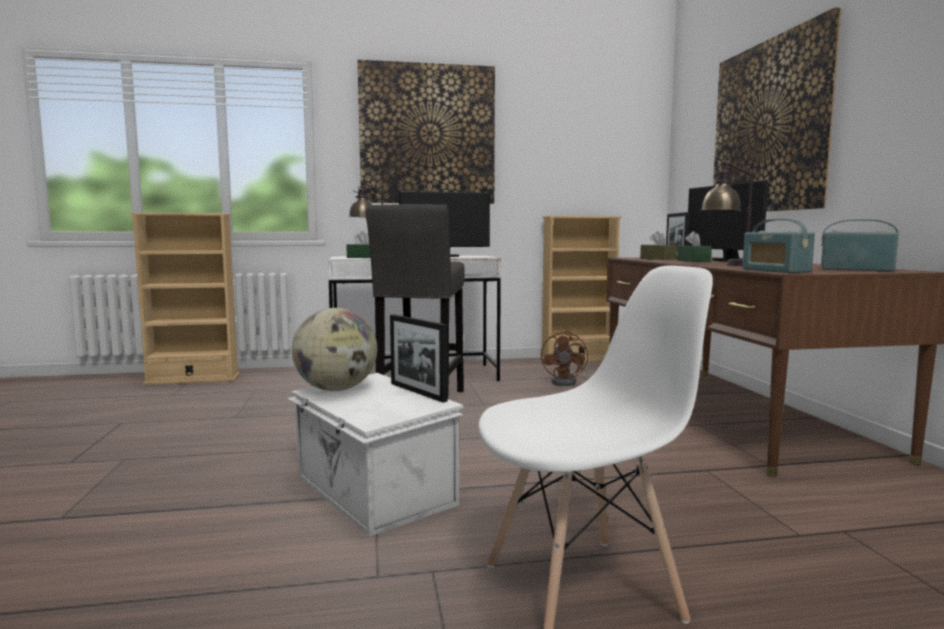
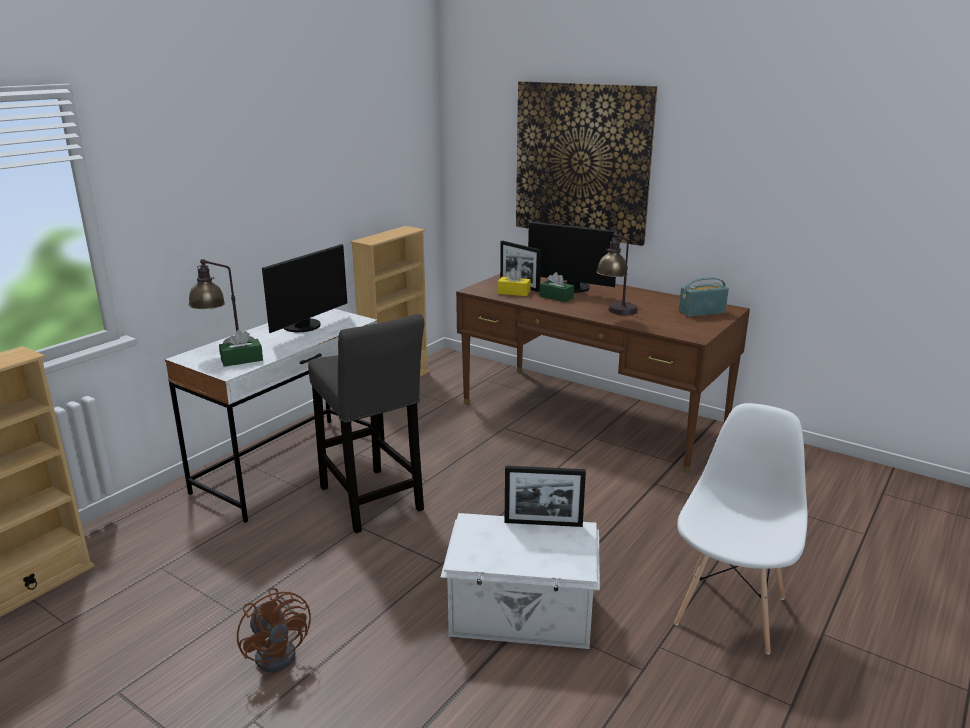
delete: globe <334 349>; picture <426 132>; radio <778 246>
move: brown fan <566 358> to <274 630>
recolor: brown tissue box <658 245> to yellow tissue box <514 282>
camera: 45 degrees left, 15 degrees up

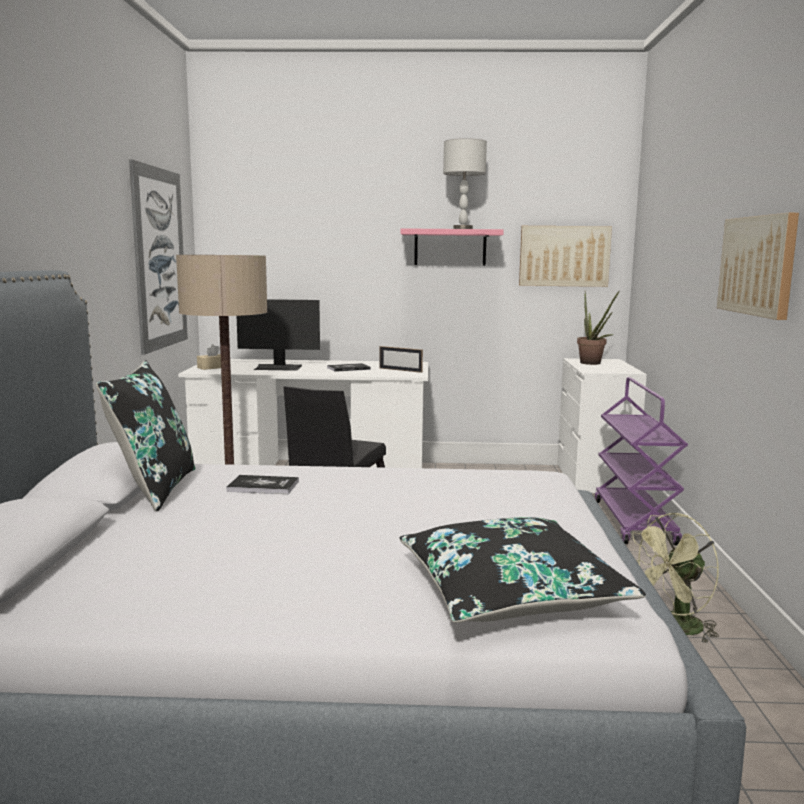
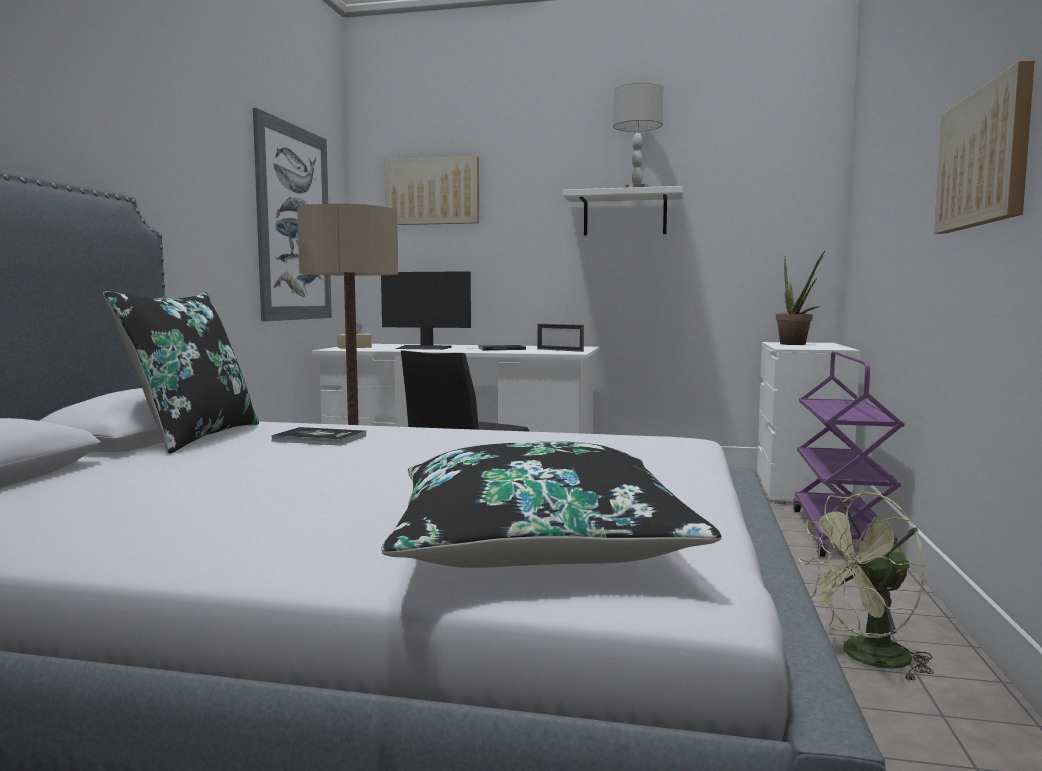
move: picture <565 256> to <432 190>
recolor: pink shelf <452 247> to white shelf <623 211>
camera: 10 degrees right, 5 degrees down

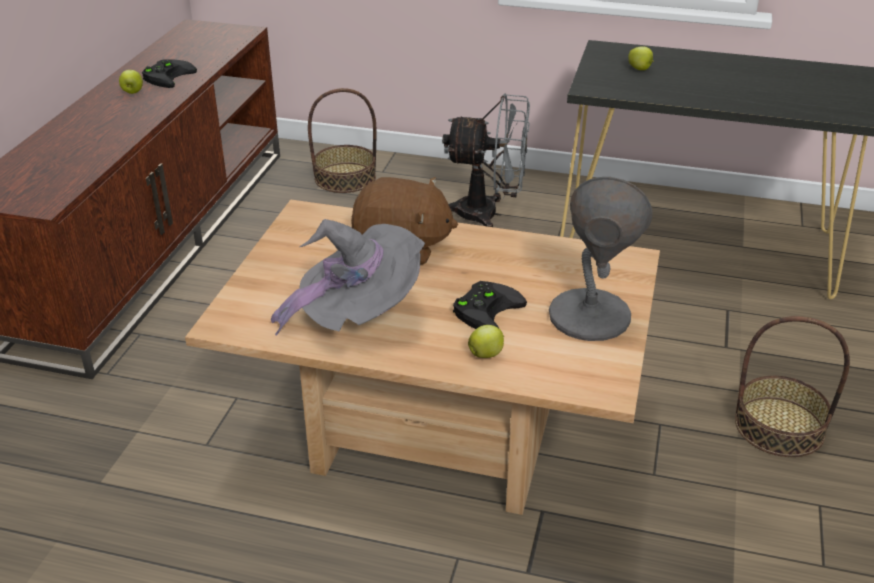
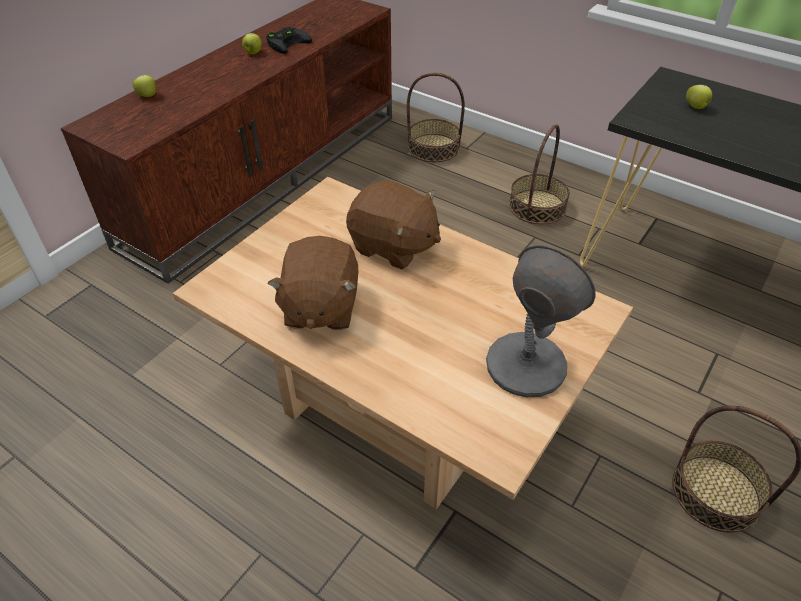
delete: black game controller <490 305>
move: apple <486 341> to <145 86>
replace: grey hat <348 277> to brown plush toy <312 283>; grey fan <486 160> to basket <539 174>
camera: 20 degrees right, 10 degrees up

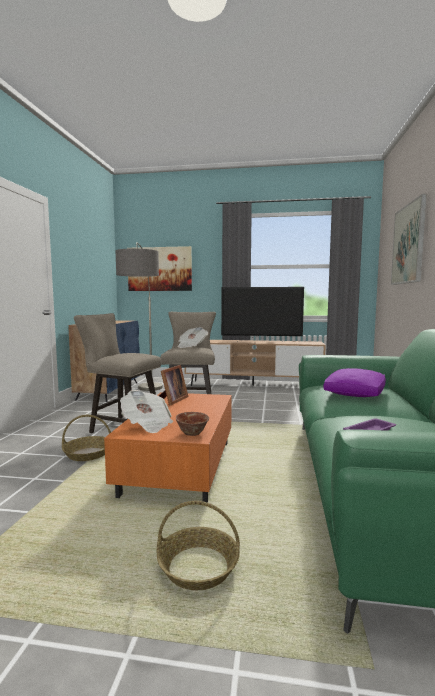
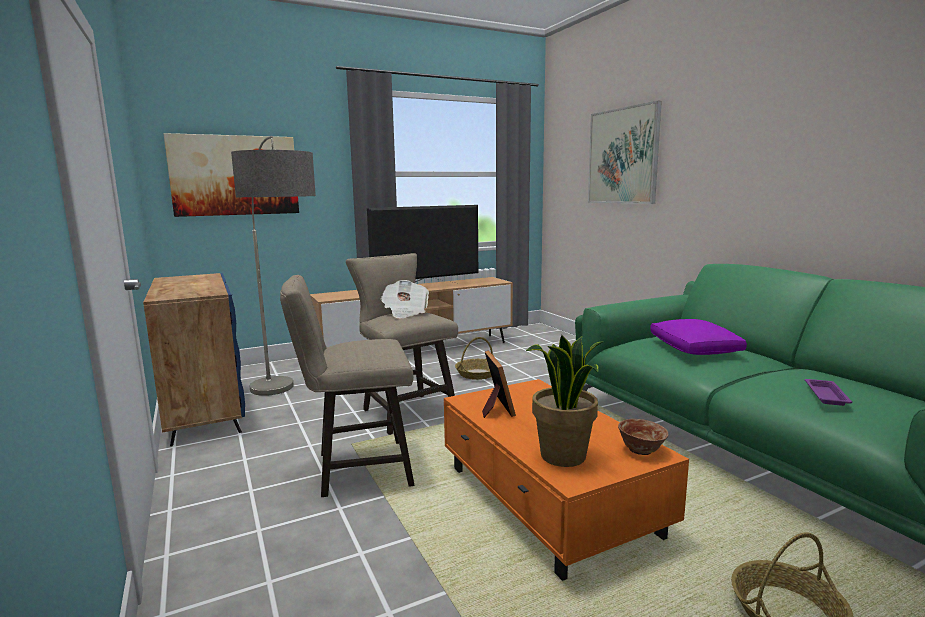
move: basket <86 438> to <474 358>
replace: newspaper <146 411> to potted plant <565 401>
camera: 35 degrees left, 5 degrees up

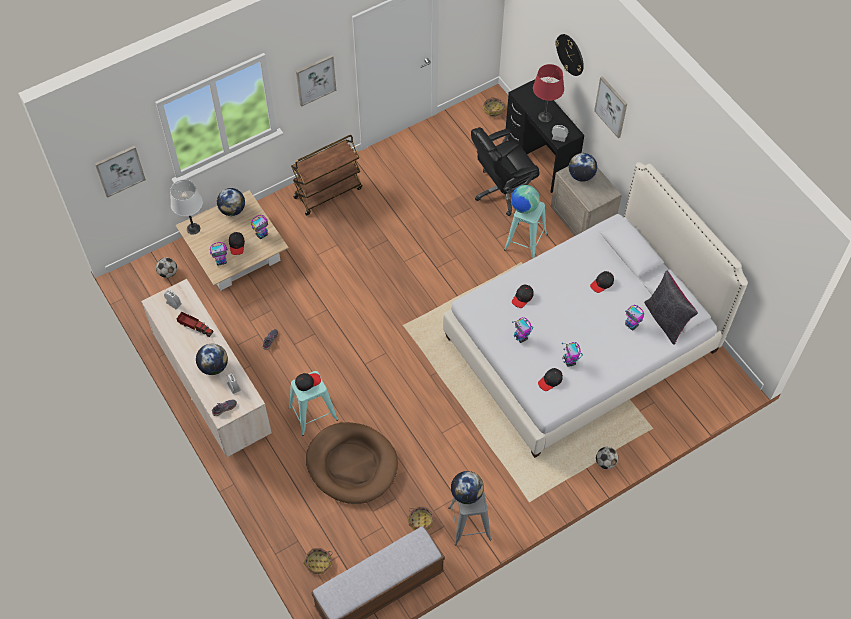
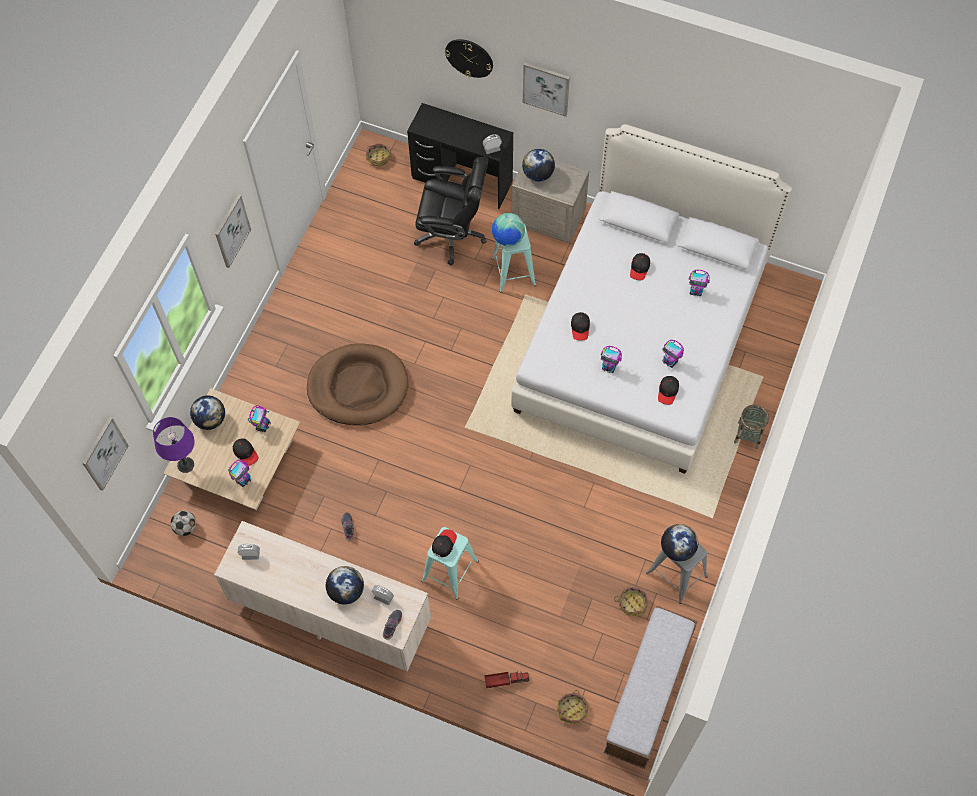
delete: brown cart <326 175>; red table lamp <548 93>; black pillow <671 308>
move: toy truck <195 324> to <507 679>; brown dog bed <352 463> to <357 384>
replace: football <607 458> to basket <751 427>
recolor: white table lamp <186 207> to purple table lamp <174 445>
rotate: black office chair <505 171> = <451 211> 105 degrees counterclockwise
camera: 35 degrees left, 5 degrees up

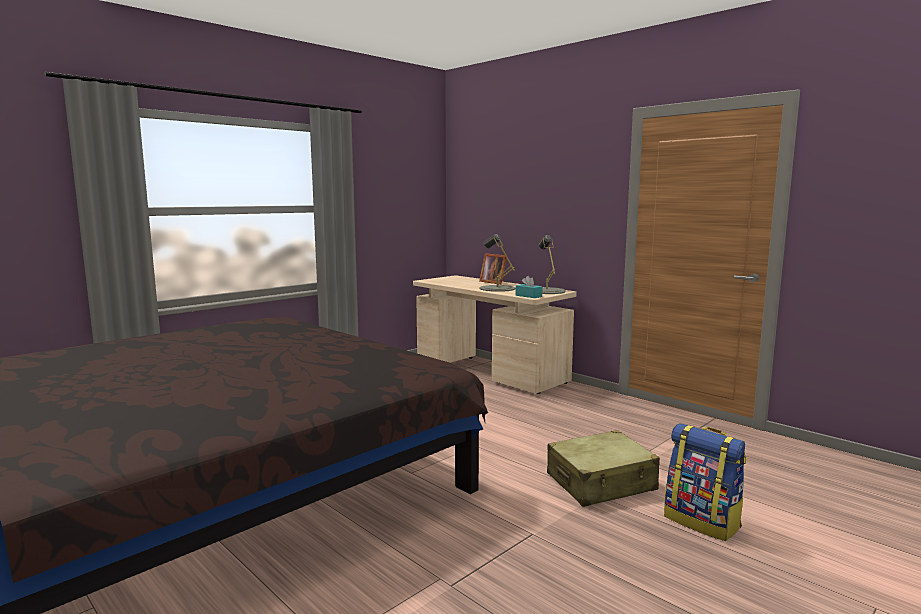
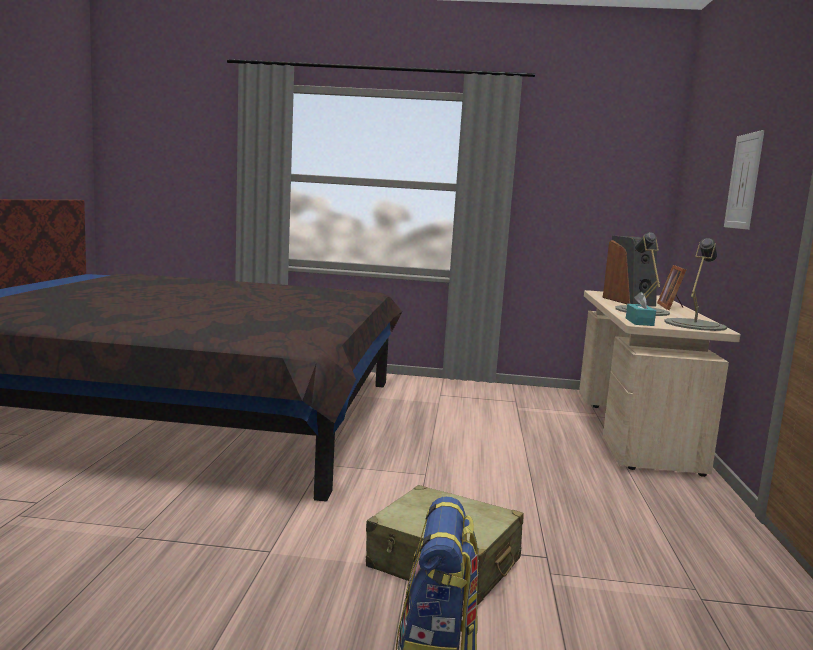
insert: speaker <629 271>; picture <744 180>
camera: 50 degrees right, 0 degrees up

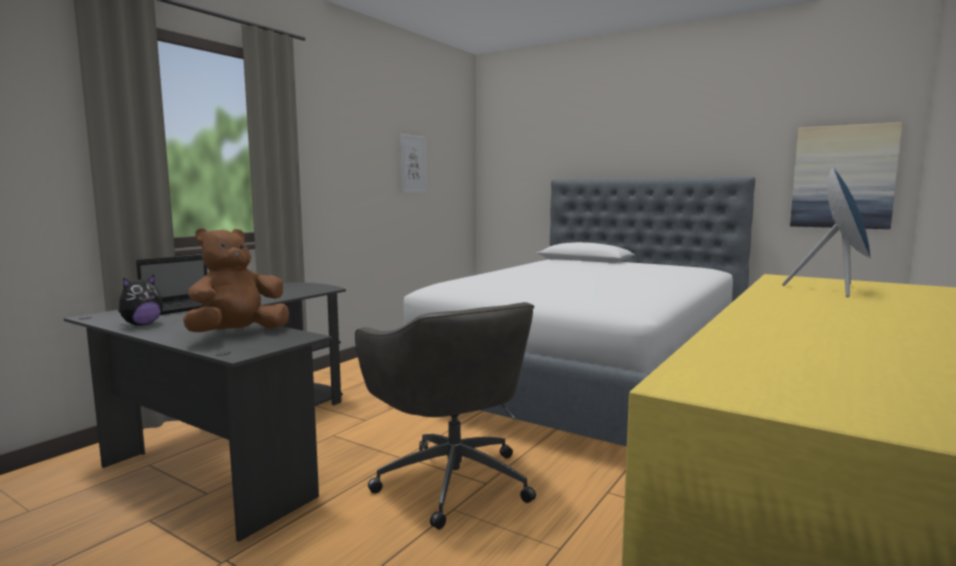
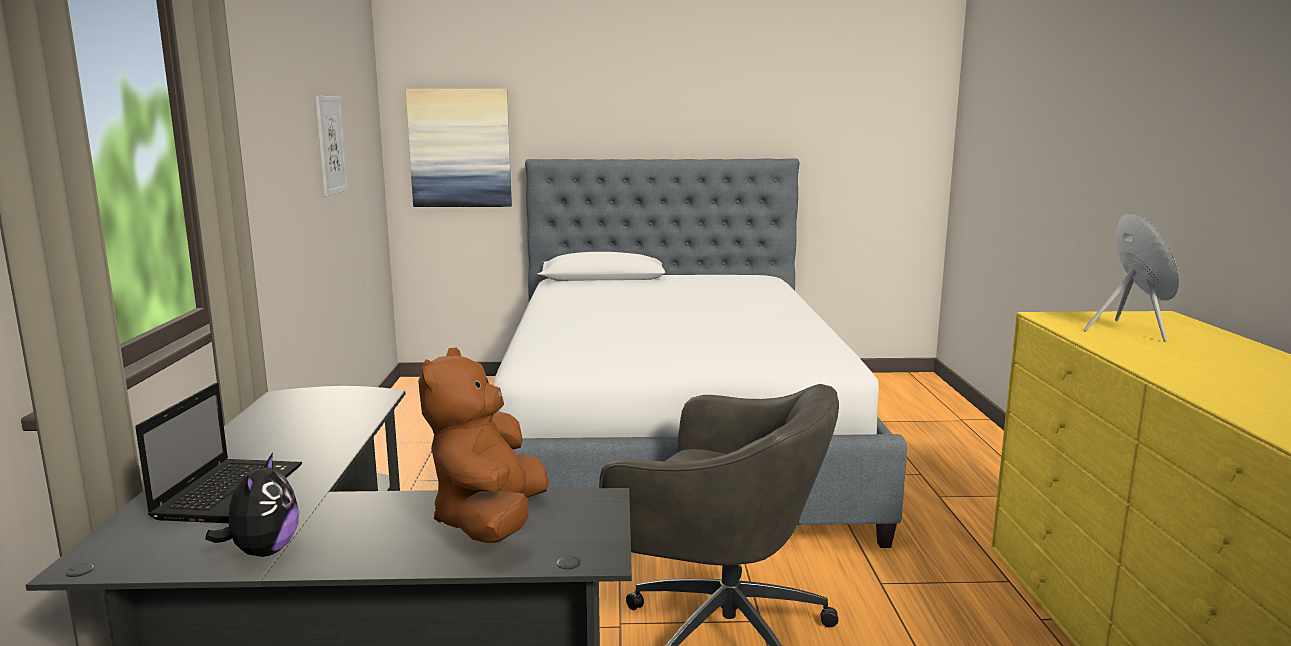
move: picture <846 175> to <459 148>
camera: 35 degrees left, 5 degrees up

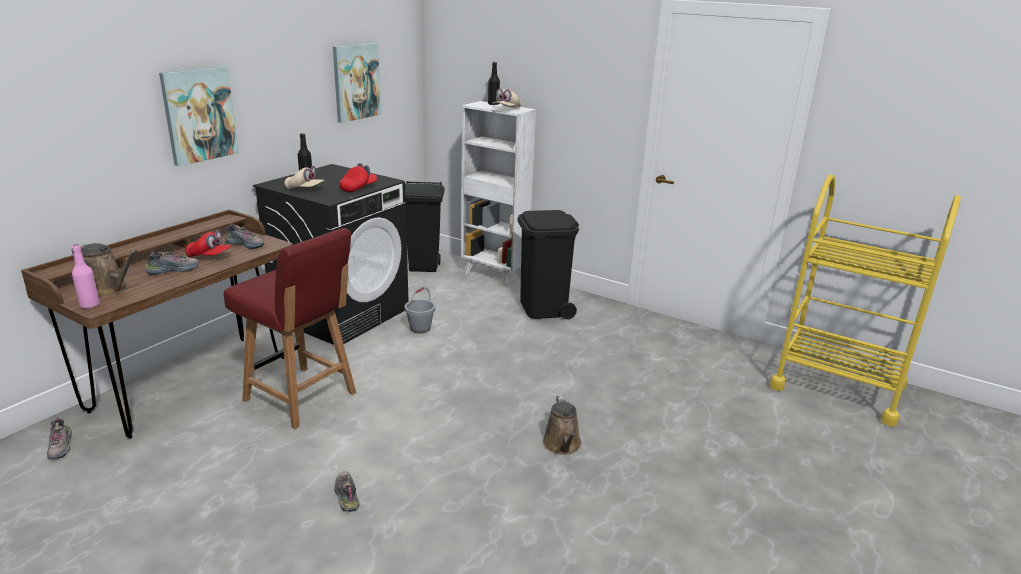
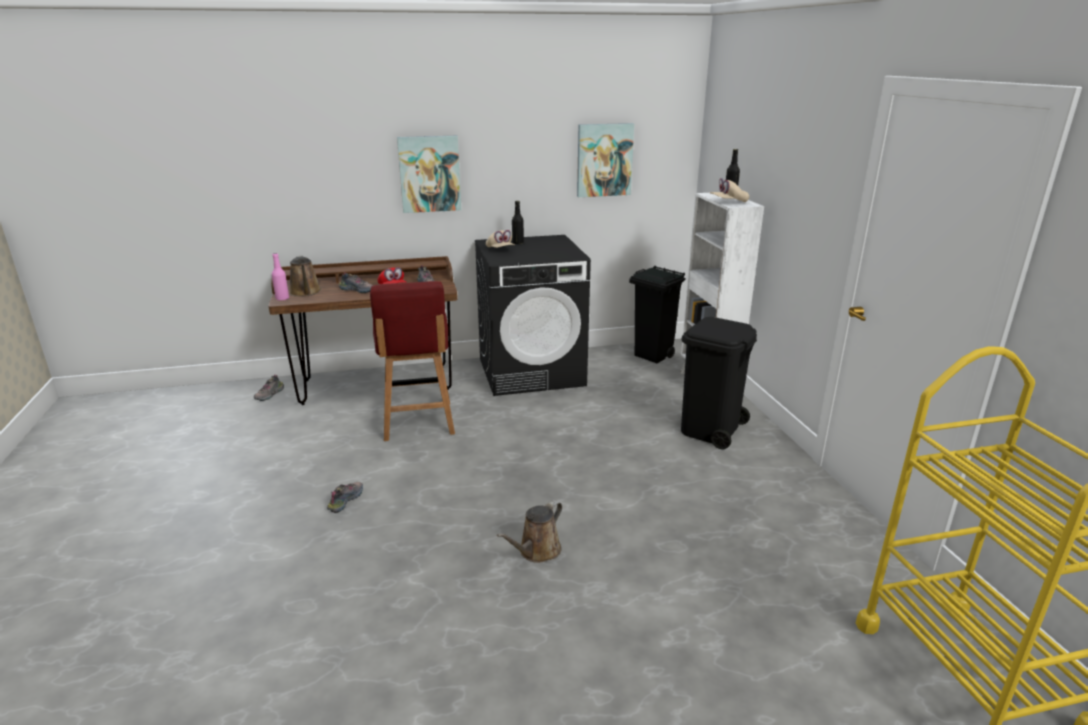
delete: red cap <358 177>; grey bucket <420 310>
camera: 45 degrees right, 0 degrees up

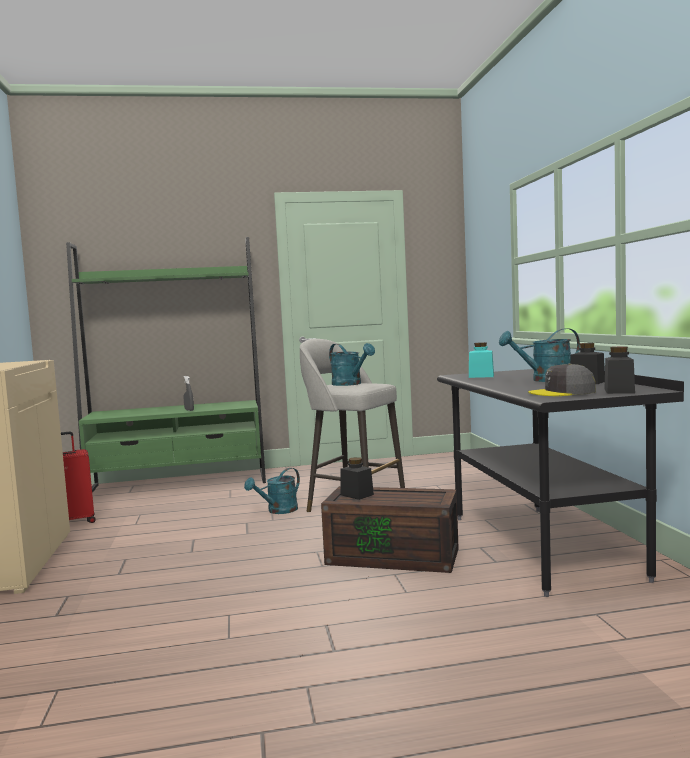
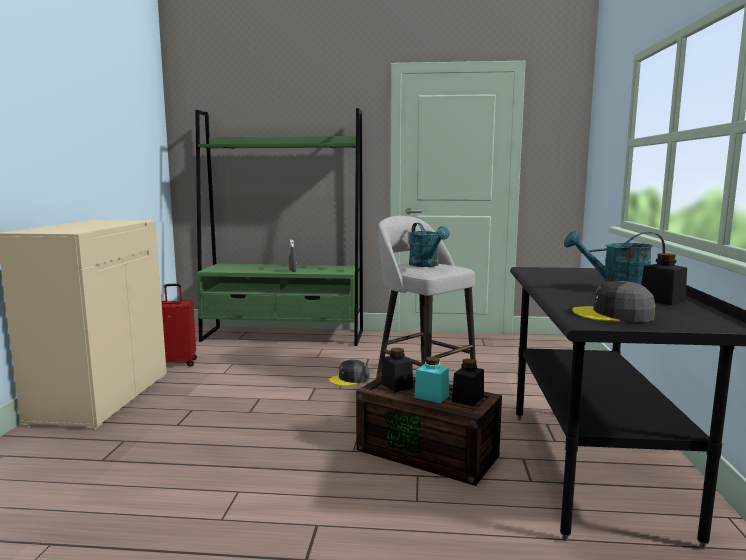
move: turquoise jar <481 360> to <431 379>; black jar <619 370> to <468 383>
replace: turquoise watering can <272 491> to grey cap <349 372>
camera: 15 degrees right, 5 degrees up

